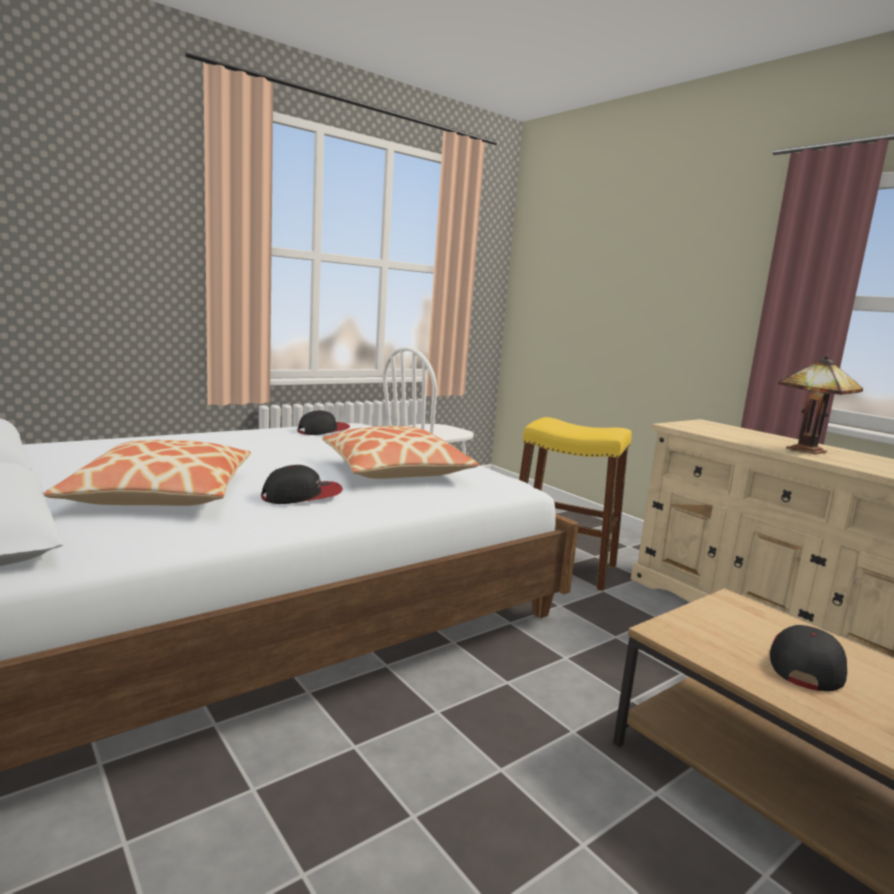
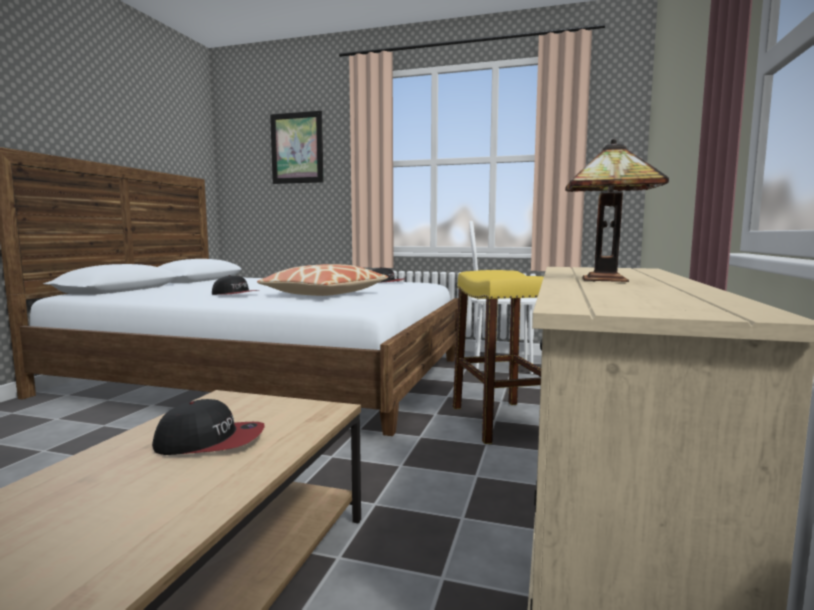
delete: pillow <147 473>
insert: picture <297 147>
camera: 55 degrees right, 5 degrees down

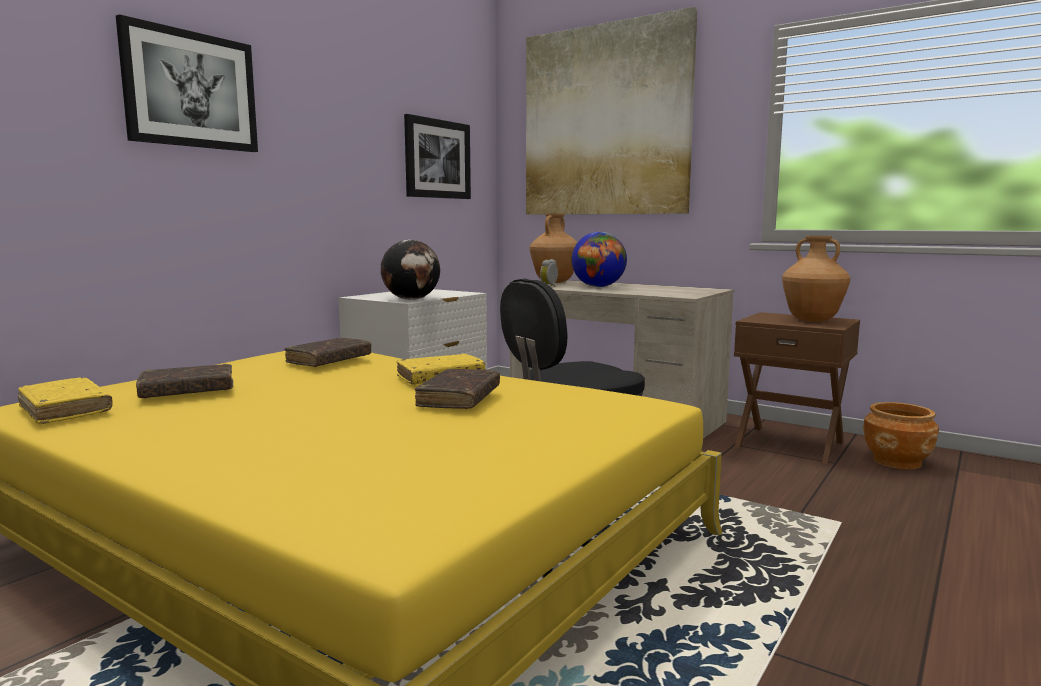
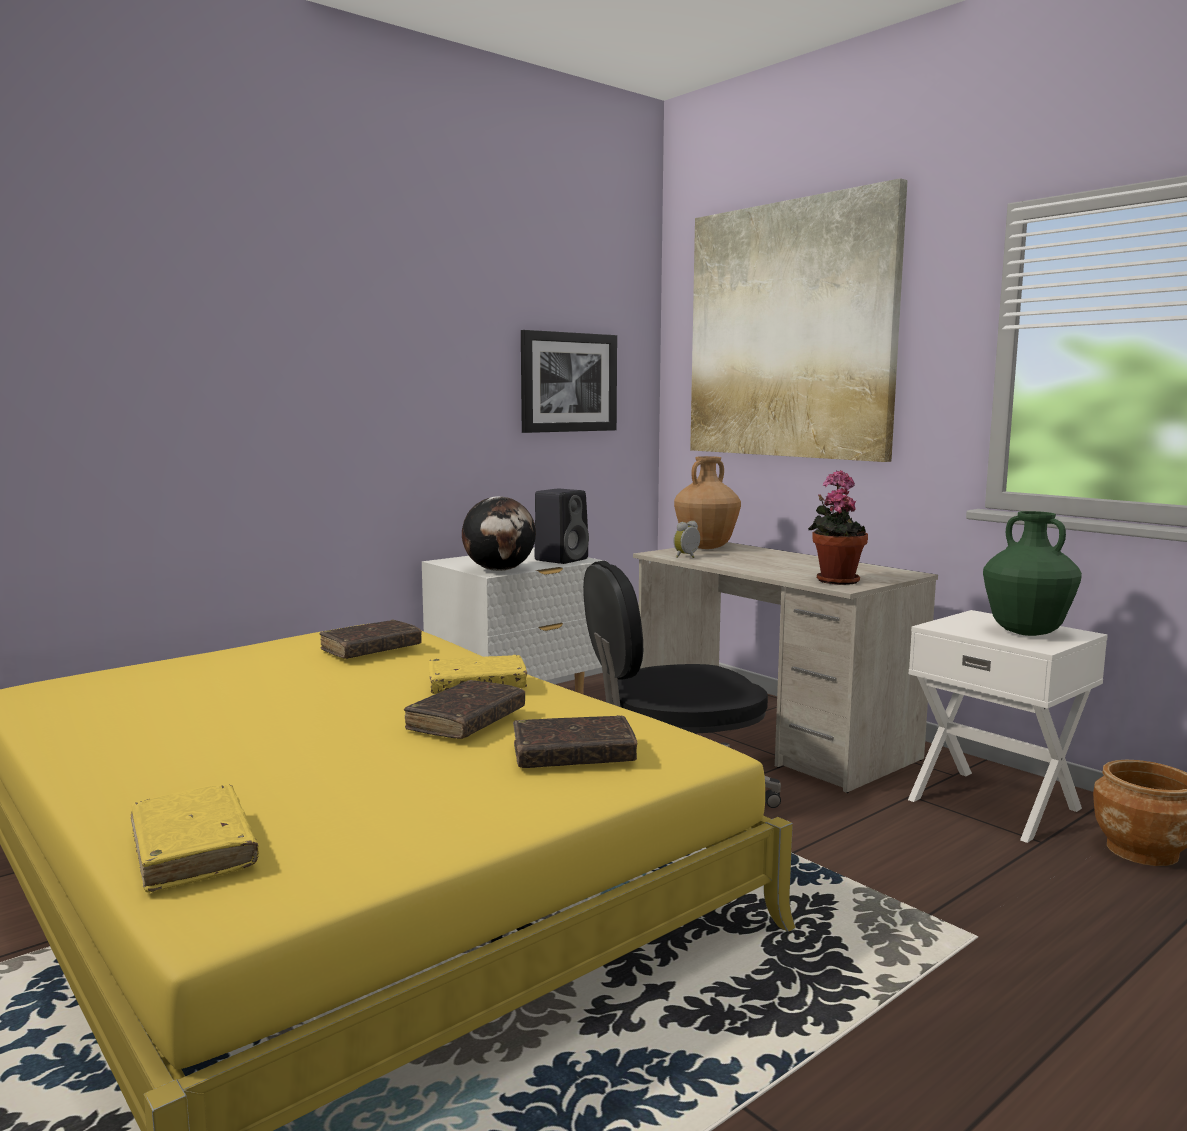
delete: picture <187 83>; globe <599 259>
insert: black speaker <561 526>; potted plant <838 527>
move: yellow book <65 400> to <195 838>; brown book <184 381> to <575 741>
recolor: brown nightstand <797 388> to white nightstand <1008 726>; brown vase <816 279> to green vase <1032 573>
camera: 15 degrees right, 0 degrees up

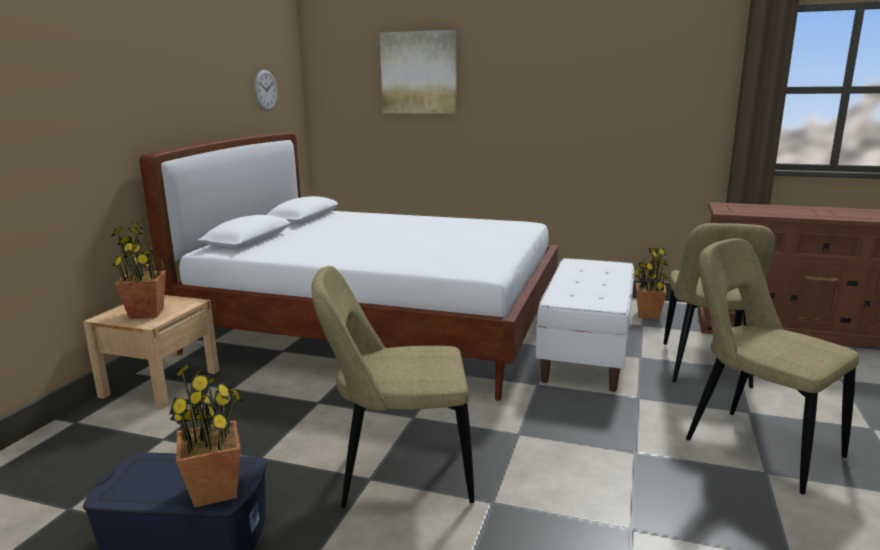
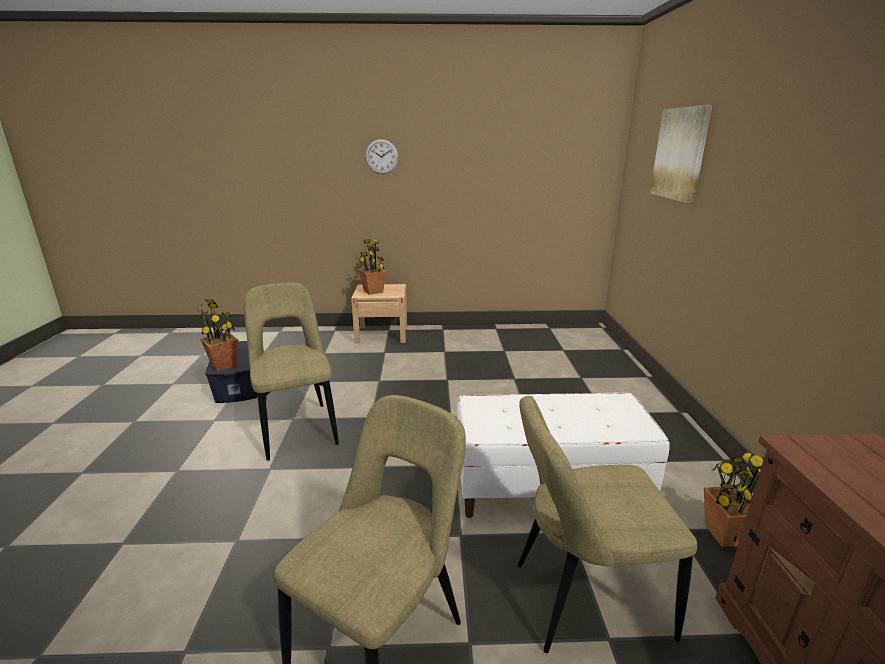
delete: white bed <348 267>
move: wall clock <265 90> to <381 156>
camera: 70 degrees right, 5 degrees up

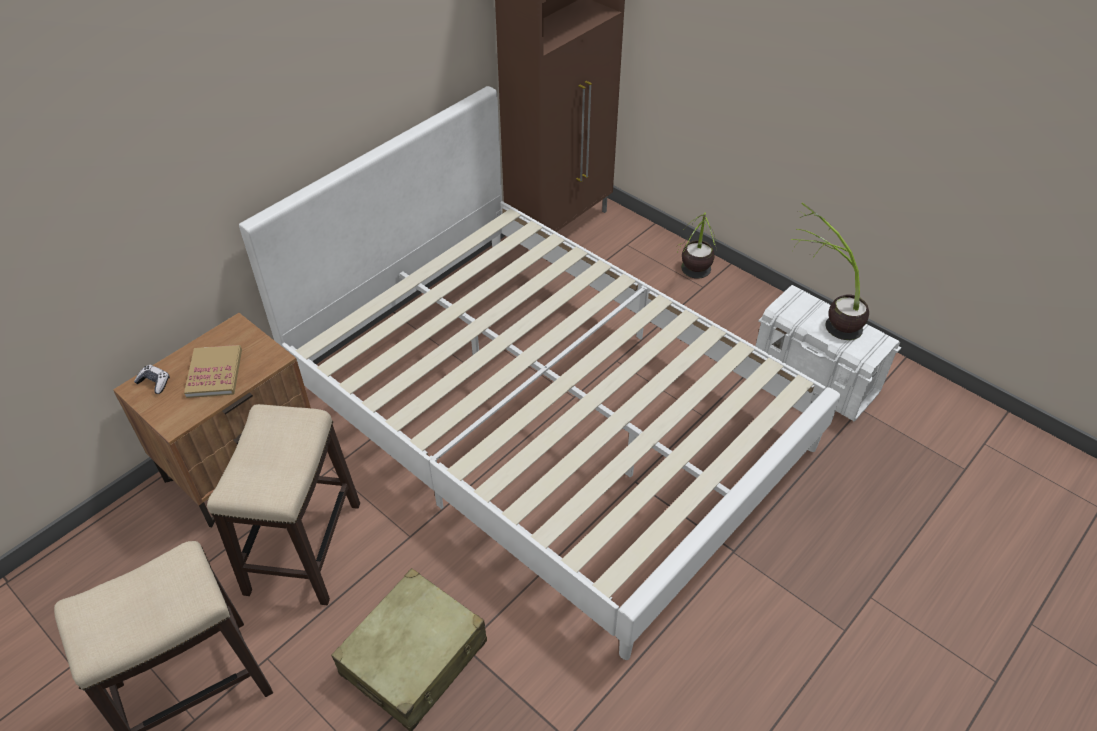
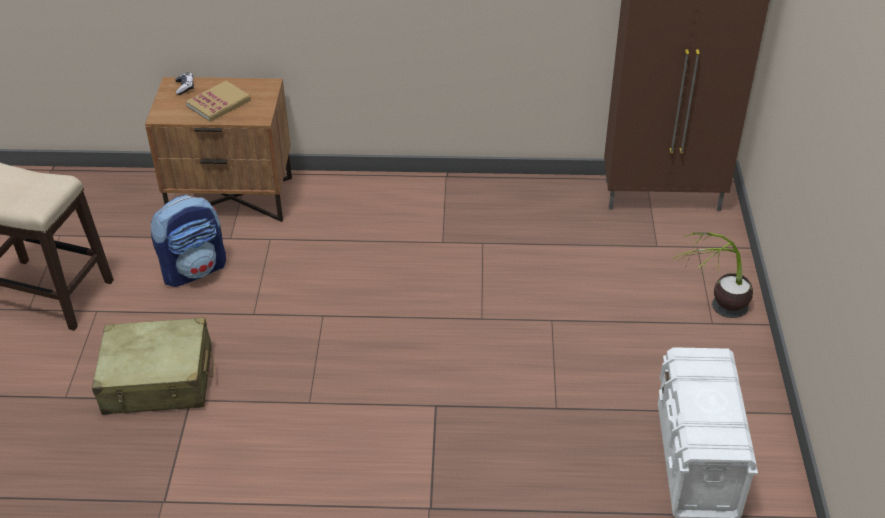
delete: white bed <540 373>; potted plant <830 271>
replace: stool <283 504> to backpack <188 241>
camera: 50 degrees right, 5 degrees down

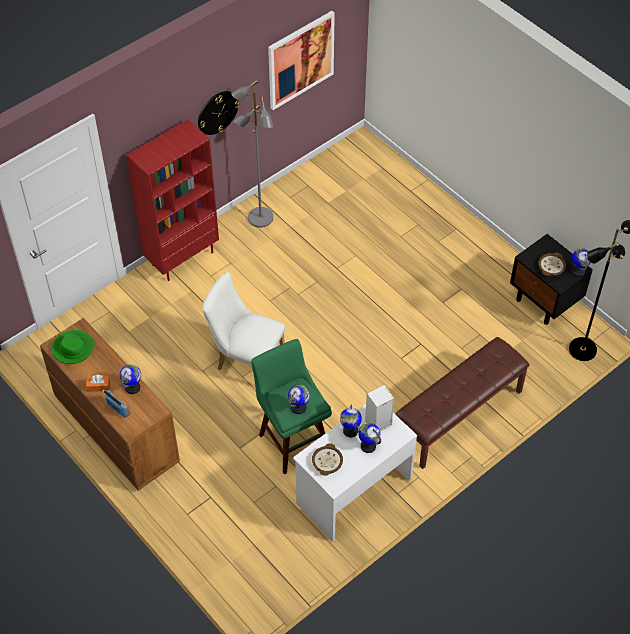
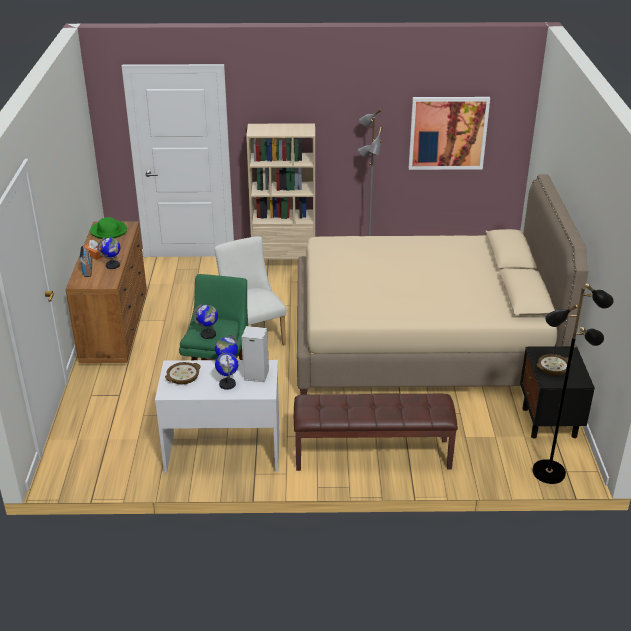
delete: wall clock <218 113>; globe <581 262>
insert: beige bed <443 284>
recolor: red bookcase <173 200> to beige bookcase <280 191>
camera: 40 degrees right, 20 degrees down

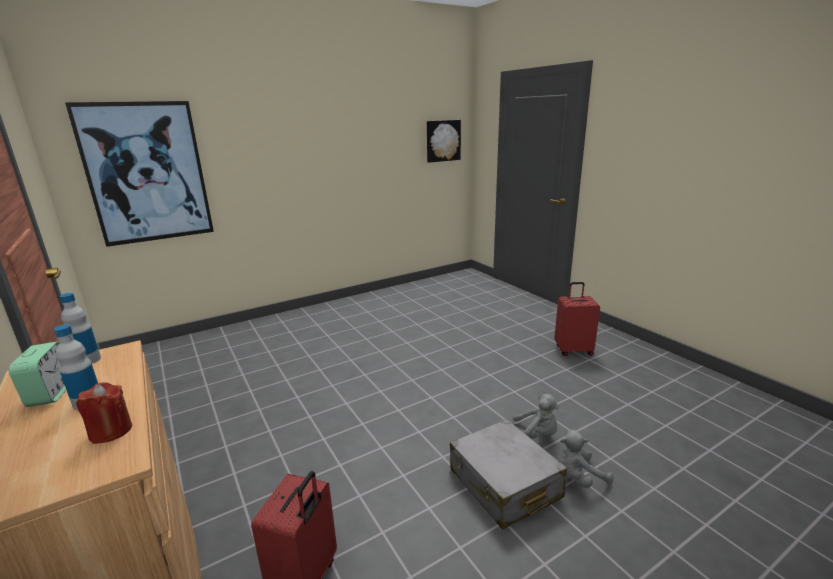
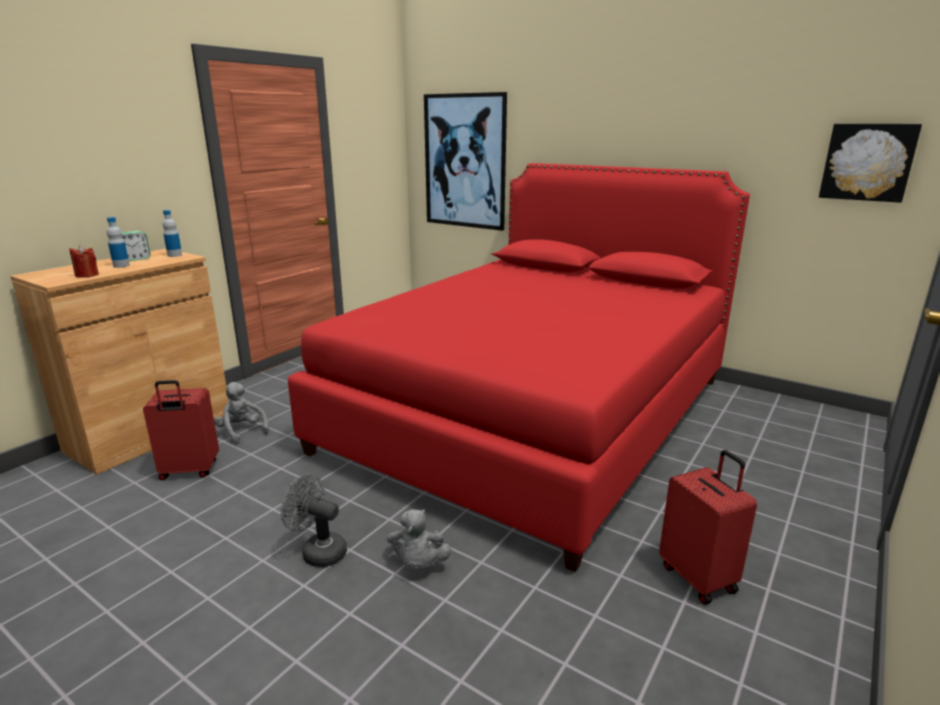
insert: red bed <519 367>
move: grey plush toy <585 459> to <241 413>
replace: grey suitcase <508 474> to grey fan <314 520>
camera: 65 degrees right, 0 degrees up

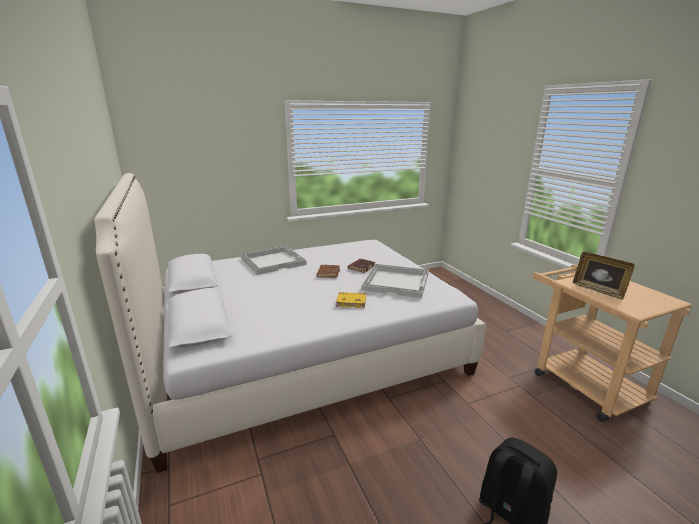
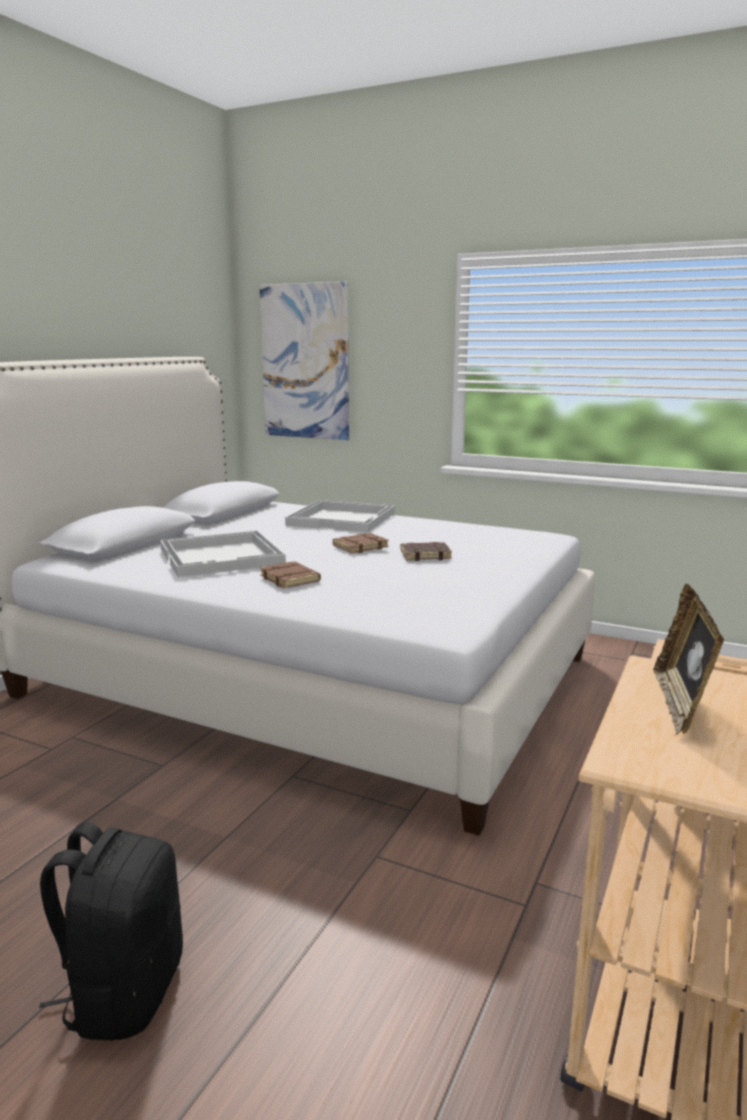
insert: picture <304 360>
move: white tray <395 281> to <223 553>
recolor: yellow book <351 300> to brown book <290 574>
camera: 50 degrees right, 5 degrees down

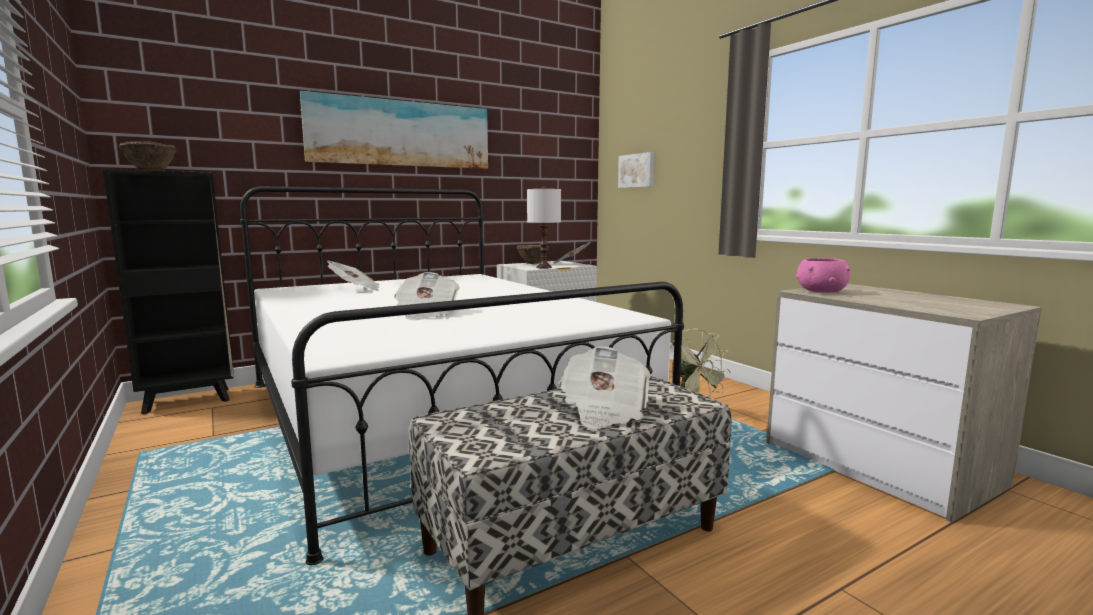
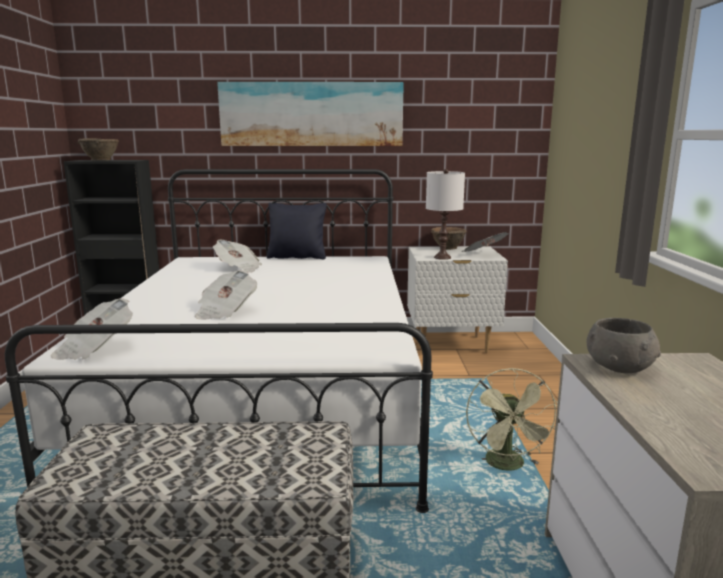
delete: picture <636 170>
insert: black pillow <297 231>
move: newspaper <605 387> to <92 329>
recolor: pink bowl <823 275> to grey bowl <623 345>
camera: 30 degrees right, 5 degrees up

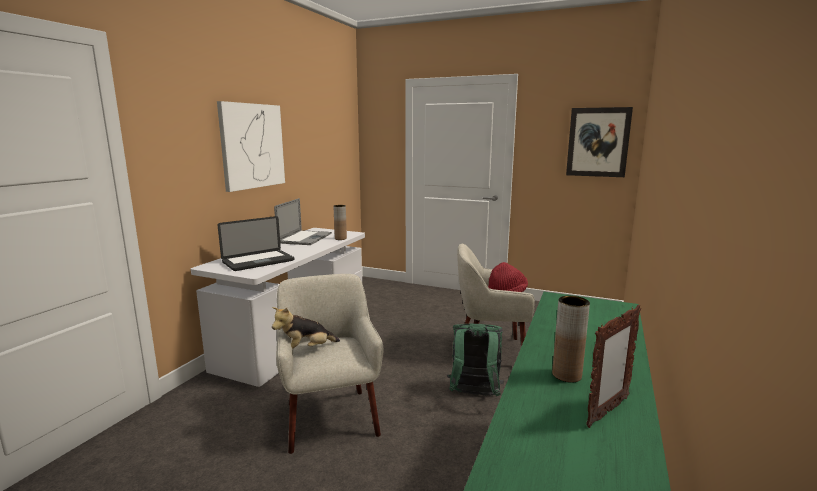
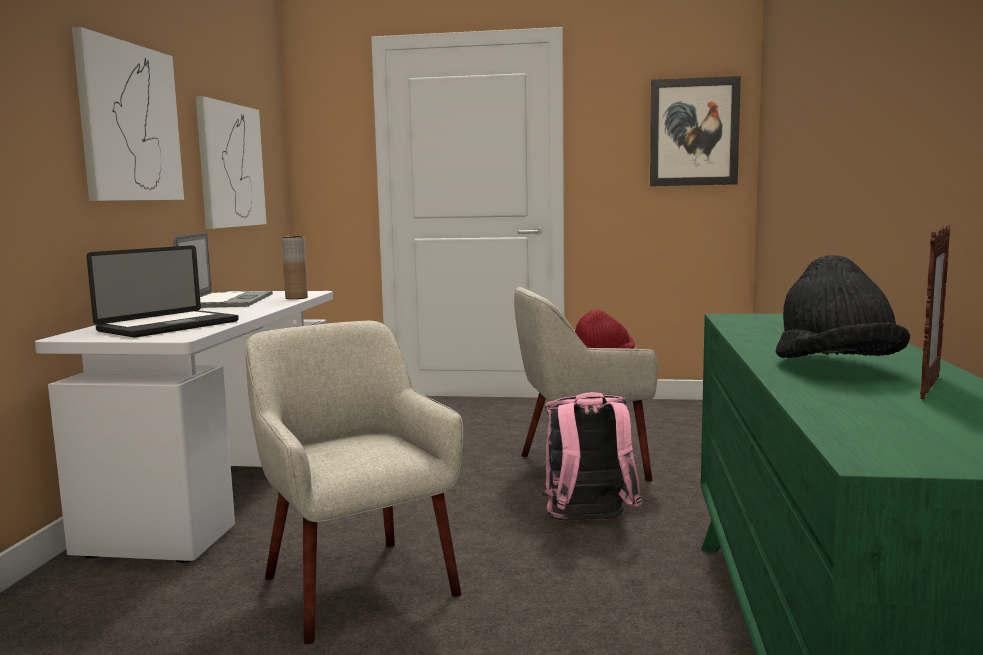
delete: plush toy <306 328>
insert: picture <231 162>
replace: brown vase <571 339> to black hat <843 306>
recolor: green backpack <475 360> to pink backpack <591 456>
camera: 15 degrees left, 5 degrees down

